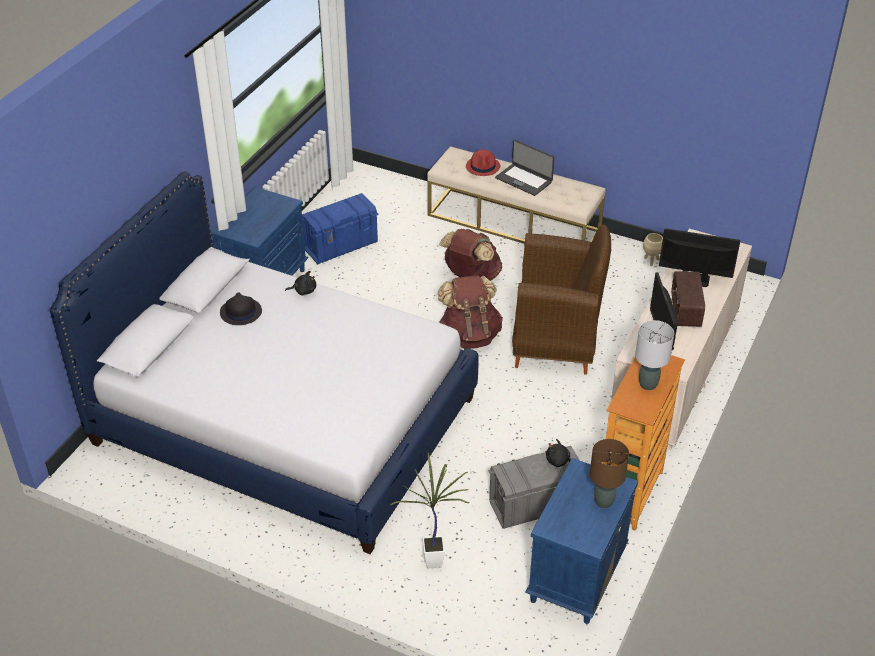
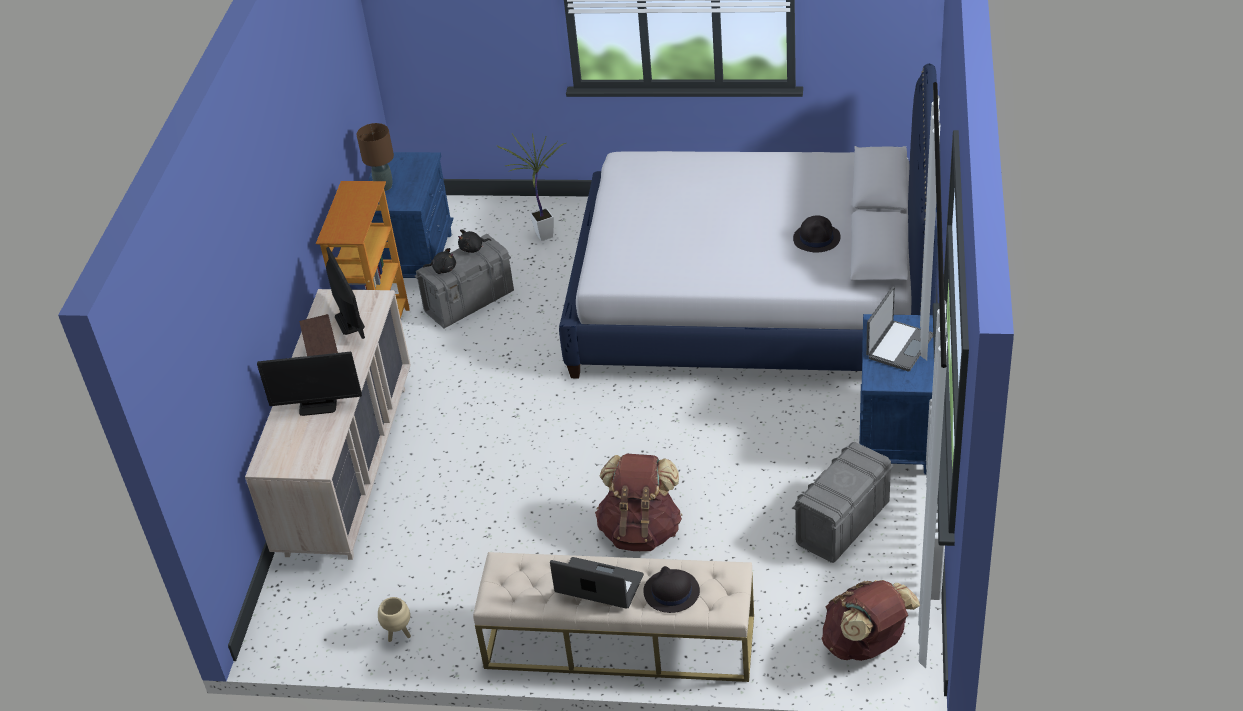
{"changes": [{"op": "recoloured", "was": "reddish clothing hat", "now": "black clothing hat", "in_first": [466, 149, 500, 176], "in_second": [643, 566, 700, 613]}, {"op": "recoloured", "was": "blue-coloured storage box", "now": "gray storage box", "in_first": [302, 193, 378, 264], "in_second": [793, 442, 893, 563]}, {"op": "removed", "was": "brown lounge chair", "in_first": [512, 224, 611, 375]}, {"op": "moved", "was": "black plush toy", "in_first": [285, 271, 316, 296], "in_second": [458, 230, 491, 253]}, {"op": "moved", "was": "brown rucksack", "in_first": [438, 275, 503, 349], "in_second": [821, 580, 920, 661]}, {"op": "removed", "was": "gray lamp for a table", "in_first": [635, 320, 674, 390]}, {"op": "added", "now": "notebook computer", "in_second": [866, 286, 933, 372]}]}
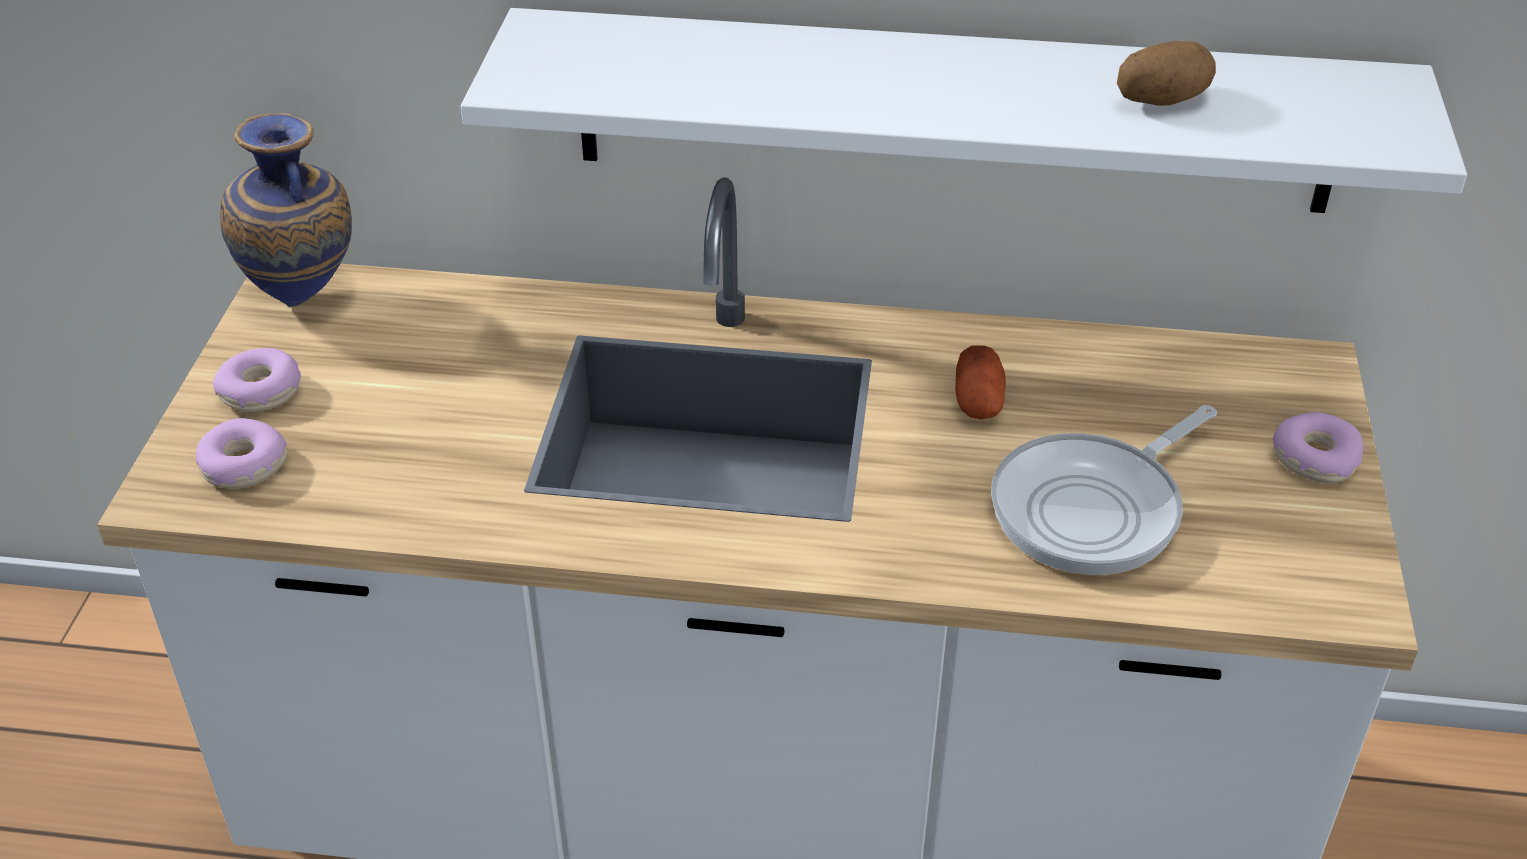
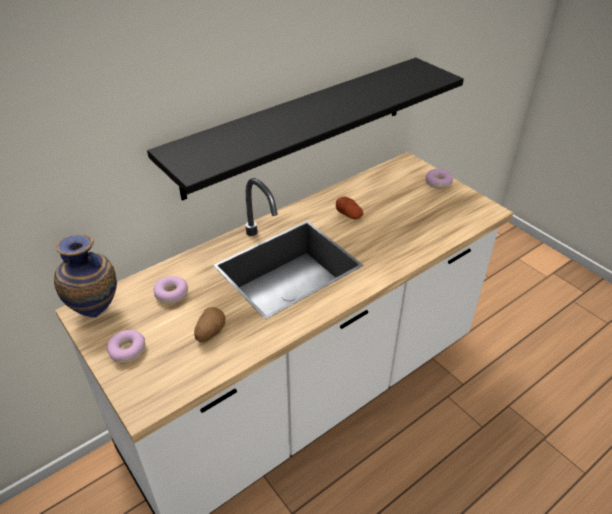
{"changes": [{"op": "recoloured", "was": "white-coloured bracket shelf", "now": "black bracket shelf", "in_first": [461, 8, 1467, 213], "in_second": [147, 58, 464, 201]}, {"op": "moved", "was": "potato", "in_first": [1117, 41, 1216, 106], "in_second": [194, 307, 225, 342]}, {"op": "removed", "was": "skillet", "in_first": [991, 405, 1217, 575]}, {"op": "moved", "was": "donut", "in_first": [196, 418, 287, 489], "in_second": [154, 276, 189, 304]}]}
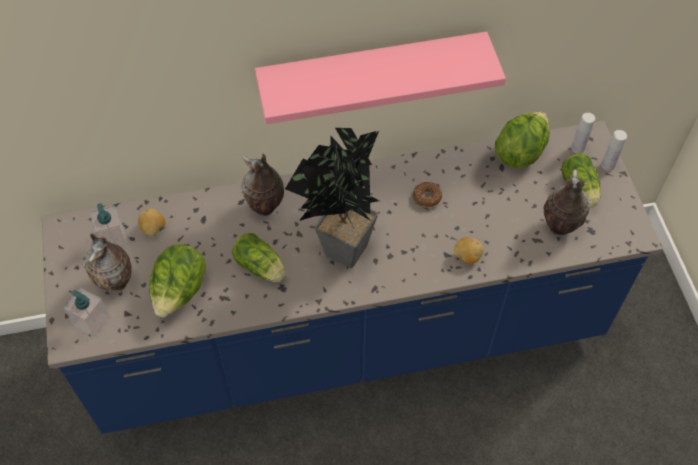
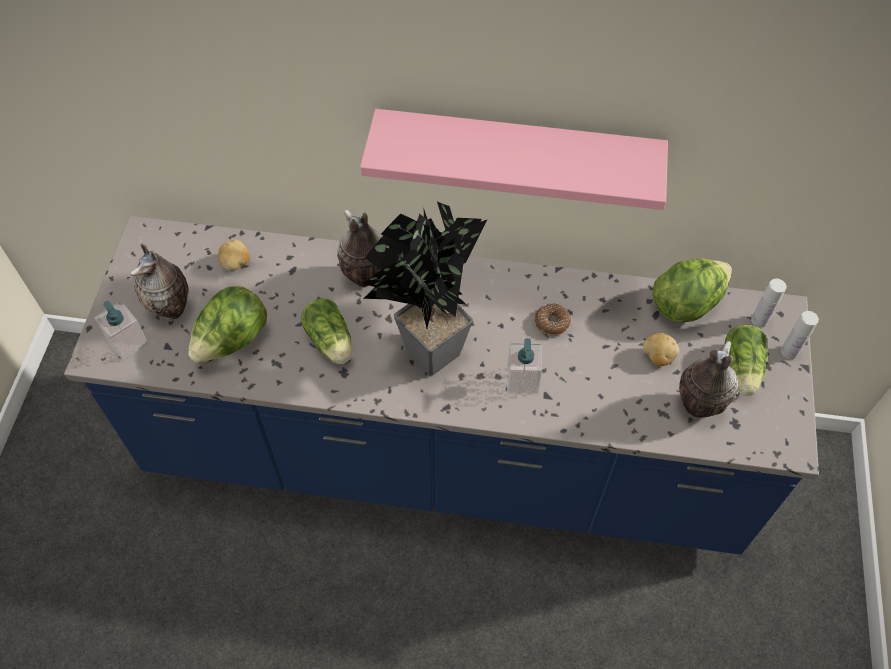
{"changes": [{"op": "moved", "was": "soap bottle", "in_first": [90, 203, 127, 247], "in_second": [507, 338, 542, 393]}, {"op": "moved", "was": "potato", "in_first": [454, 237, 484, 264], "in_second": [643, 333, 679, 366]}]}
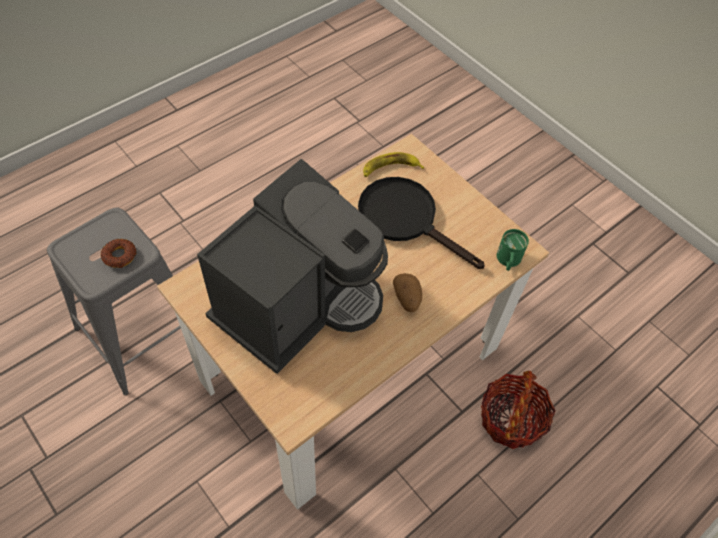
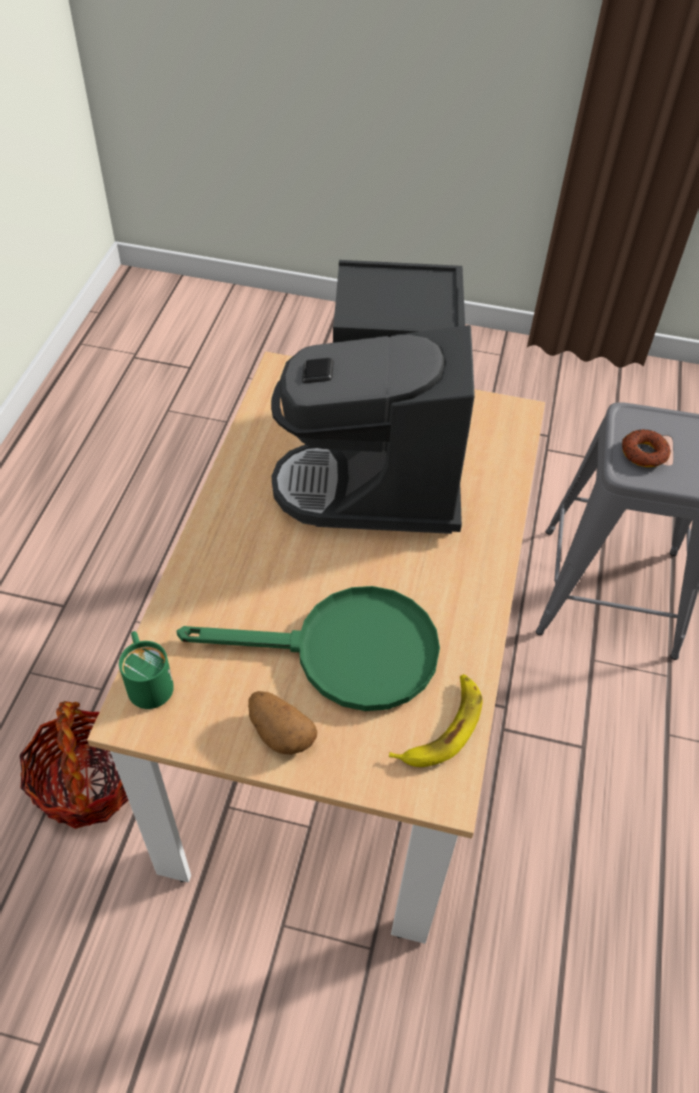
{"changes": [{"op": "recoloured", "was": "black skillet", "now": "green-coloured skillet", "in_first": [358, 177, 485, 269], "in_second": [176, 586, 440, 711]}, {"op": "moved", "was": "potato", "in_first": [393, 273, 422, 312], "in_second": [248, 691, 317, 755]}]}
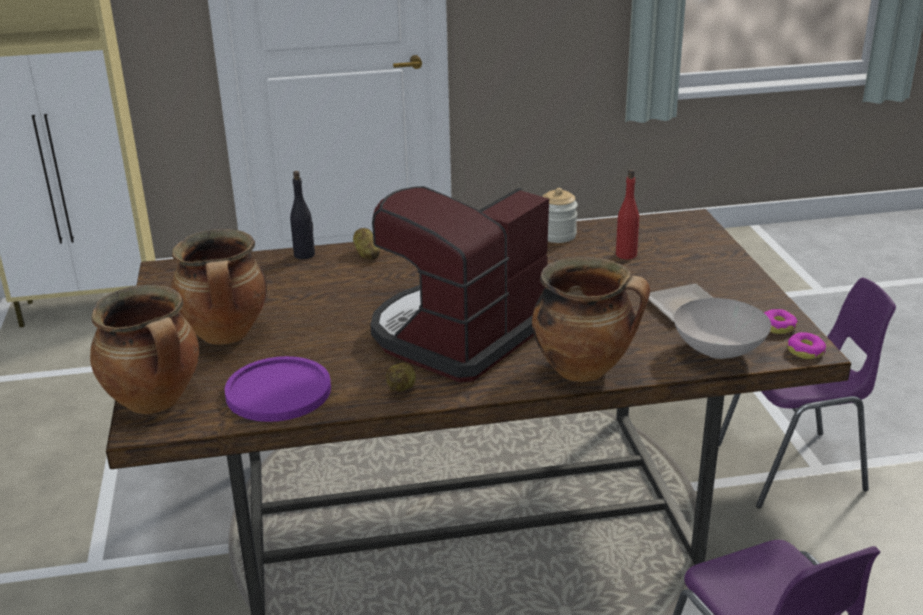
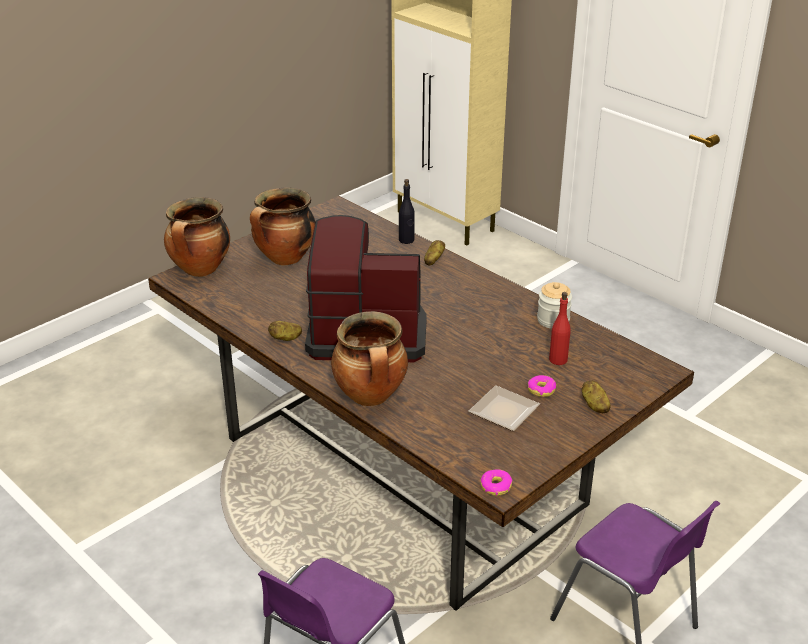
{"changes": [{"op": "removed", "was": "white-coloured deep dish", "in_first": [674, 298, 771, 359]}, {"op": "moved", "was": "donut", "in_first": [764, 309, 797, 334], "in_second": [528, 375, 556, 397]}, {"op": "removed", "was": "purple-coloured plate", "in_first": [224, 356, 331, 422]}, {"op": "added", "now": "potato", "in_second": [582, 380, 611, 413]}]}
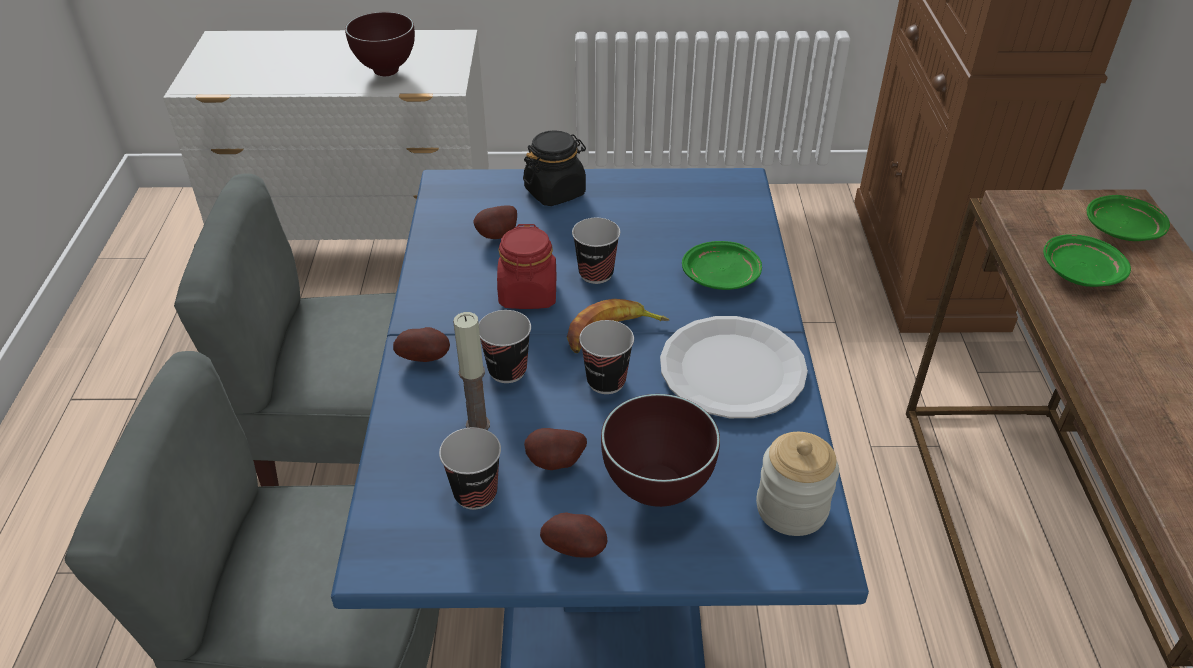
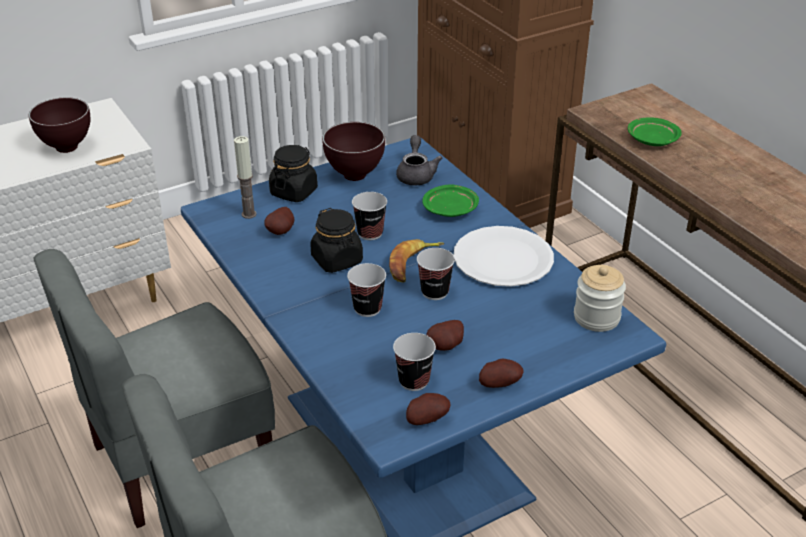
{"changes": [{"op": "removed", "was": "green-coloured plate", "in_first": [1087, 195, 1170, 241]}, {"op": "recoloured", "was": "reddish jar", "now": "black jar", "in_first": [497, 224, 556, 309], "in_second": [310, 208, 363, 273]}, {"op": "moved", "was": "wax light", "in_first": [453, 312, 490, 430], "in_second": [234, 136, 257, 219]}, {"op": "moved", "was": "potato", "in_first": [393, 327, 450, 362], "in_second": [406, 393, 451, 425]}, {"op": "moved", "was": "brown deep dish", "in_first": [601, 394, 720, 507], "in_second": [322, 122, 385, 181]}, {"op": "added", "now": "gray teapot", "in_second": [396, 135, 442, 186]}]}
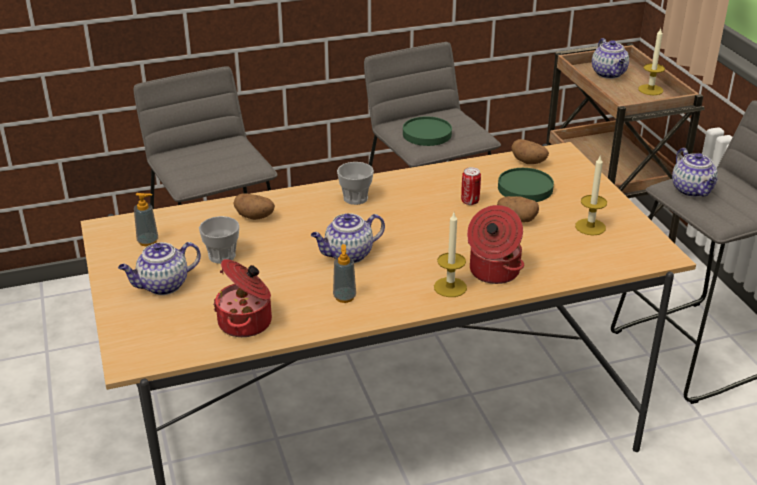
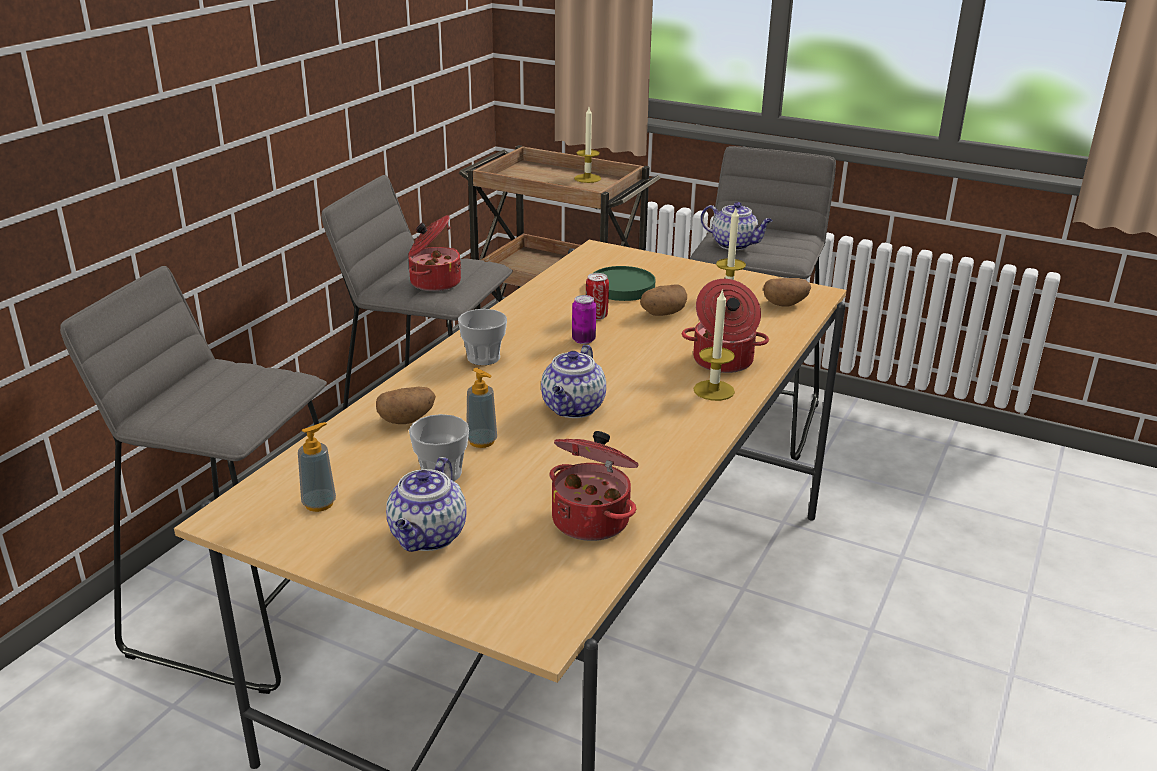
{"changes": [{"op": "removed", "was": "teapot", "in_first": [592, 38, 629, 79]}, {"op": "replaced", "was": "green-coloured plate", "now": "stockpot", "in_first": [403, 117, 452, 146], "in_second": [408, 215, 461, 291]}, {"op": "moved", "was": "potato", "in_first": [511, 139, 549, 164], "in_second": [763, 278, 811, 307]}, {"op": "moved", "was": "soap bottle", "in_first": [333, 244, 356, 303], "in_second": [466, 368, 497, 448]}, {"op": "added", "now": "metal can", "in_second": [572, 295, 596, 344]}]}
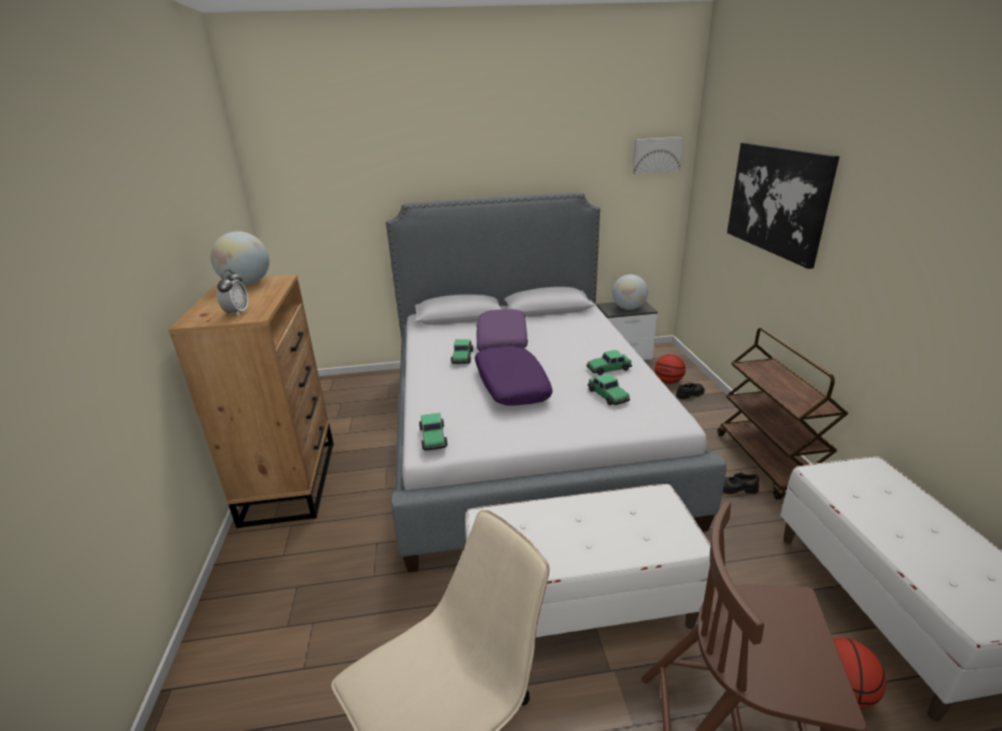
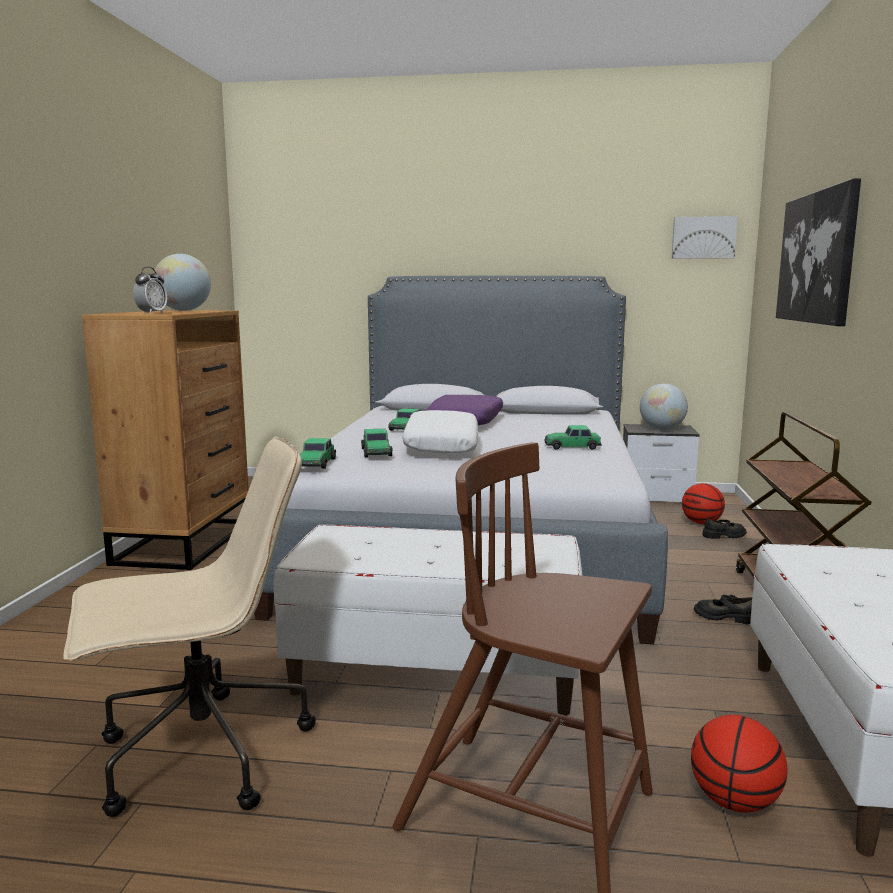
{"changes": [{"op": "recoloured", "was": "purple-coloured pillow", "now": "white-coloured pillow", "in_first": [475, 346, 553, 406], "in_second": [402, 410, 478, 454]}, {"op": "moved", "was": "model car", "in_first": [588, 373, 630, 405], "in_second": [361, 429, 393, 457]}]}
